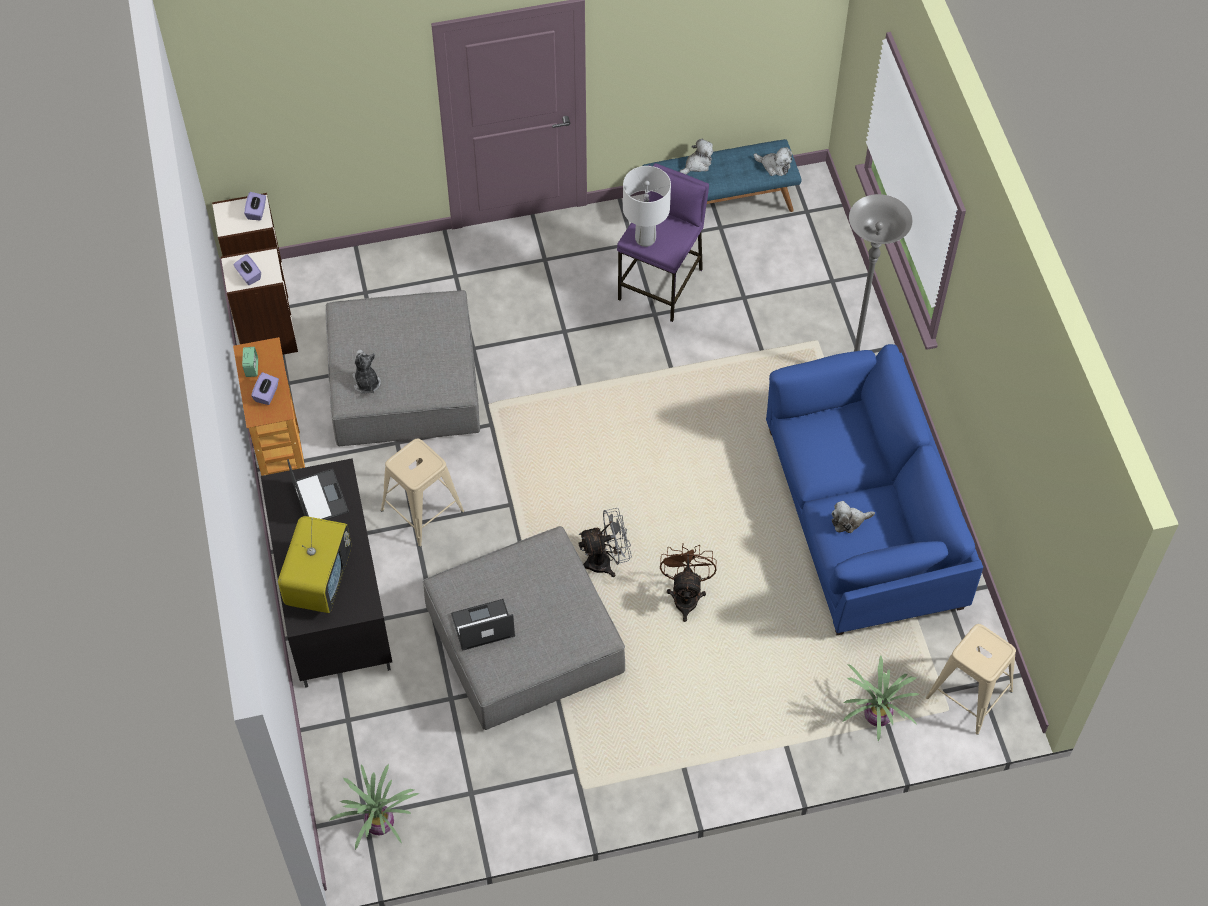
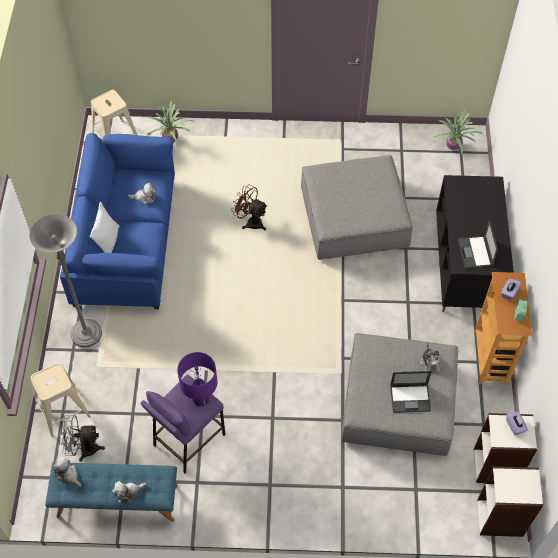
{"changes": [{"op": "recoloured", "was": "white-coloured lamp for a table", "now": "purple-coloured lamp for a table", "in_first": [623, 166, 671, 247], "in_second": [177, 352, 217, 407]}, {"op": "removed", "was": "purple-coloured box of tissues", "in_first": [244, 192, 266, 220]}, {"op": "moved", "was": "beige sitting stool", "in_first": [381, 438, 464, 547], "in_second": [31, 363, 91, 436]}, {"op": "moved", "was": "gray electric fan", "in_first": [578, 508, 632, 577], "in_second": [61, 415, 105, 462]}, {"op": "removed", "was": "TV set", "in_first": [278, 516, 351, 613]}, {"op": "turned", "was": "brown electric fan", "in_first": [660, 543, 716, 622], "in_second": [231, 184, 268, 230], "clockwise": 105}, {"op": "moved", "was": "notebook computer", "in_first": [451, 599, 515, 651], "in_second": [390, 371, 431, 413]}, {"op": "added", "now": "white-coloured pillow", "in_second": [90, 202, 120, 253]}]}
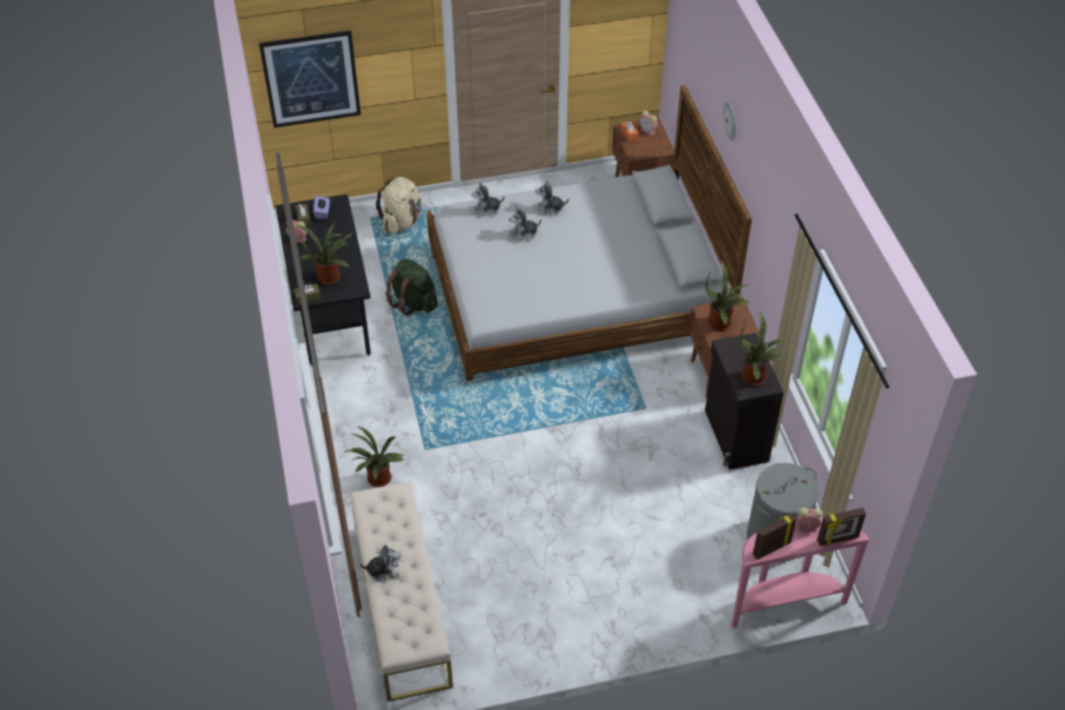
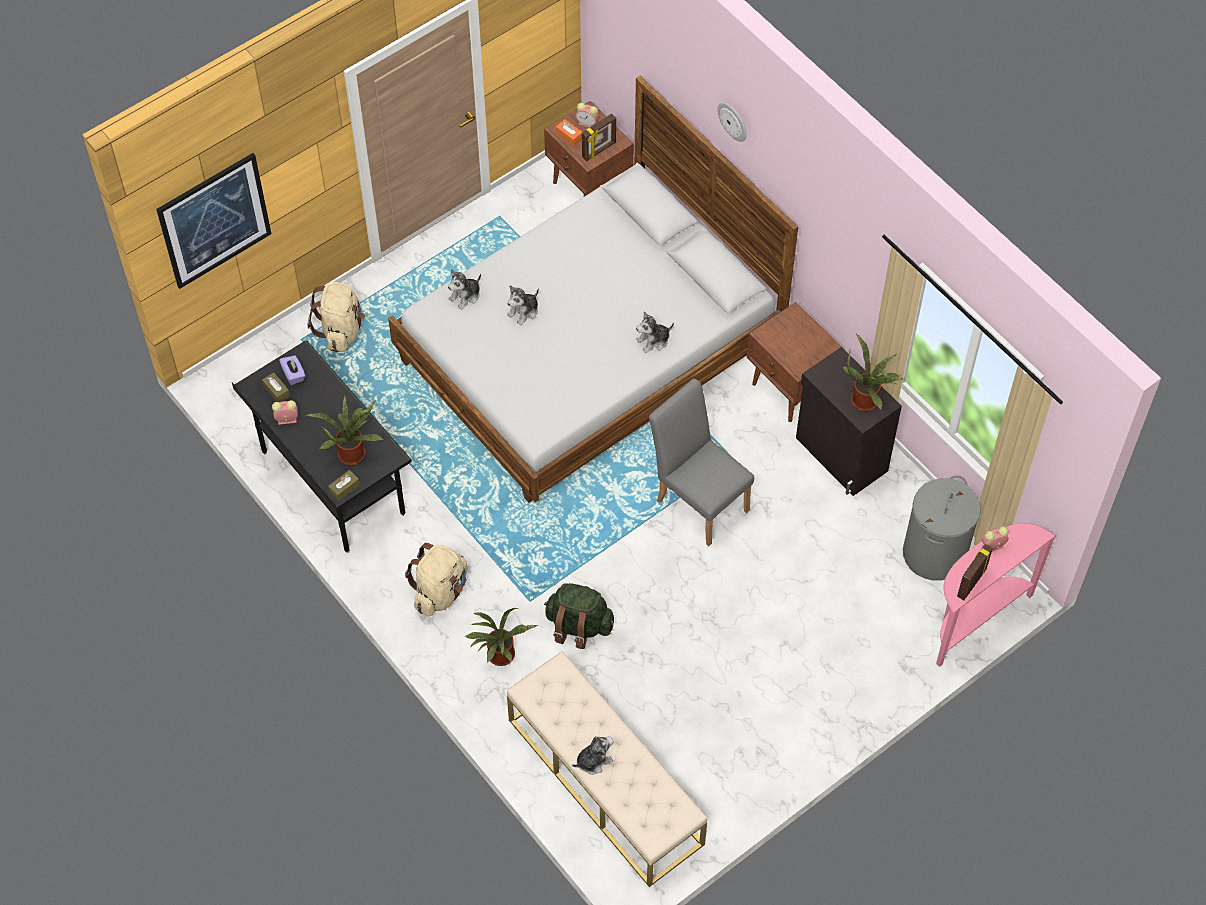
{"changes": [{"op": "moved", "was": "plush toy", "in_first": [535, 179, 569, 217], "in_second": [636, 311, 674, 353]}, {"op": "moved", "was": "green-coloured rucksack", "in_first": [385, 259, 438, 316], "in_second": [544, 583, 614, 649]}, {"op": "removed", "was": "houseplant", "in_first": [706, 260, 750, 331]}, {"op": "moved", "was": "standing frame", "in_first": [817, 508, 866, 546], "in_second": [582, 114, 616, 161]}, {"op": "added", "now": "gray plain chair", "in_second": [649, 379, 754, 546]}, {"op": "added", "now": "beige rucksack", "in_second": [405, 543, 468, 616]}]}
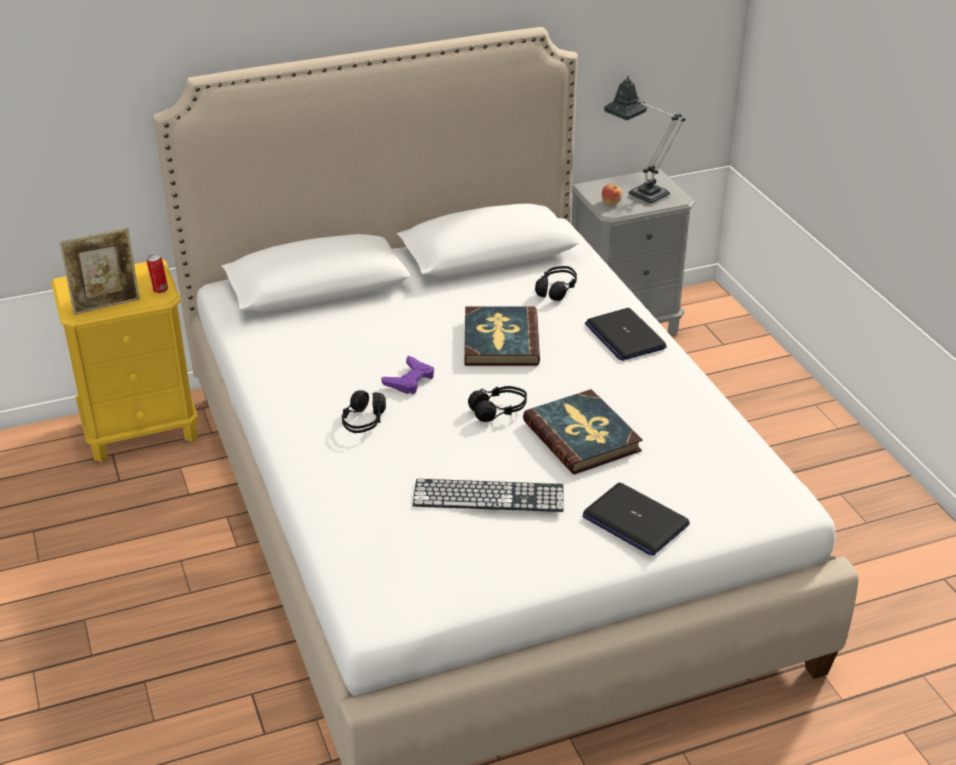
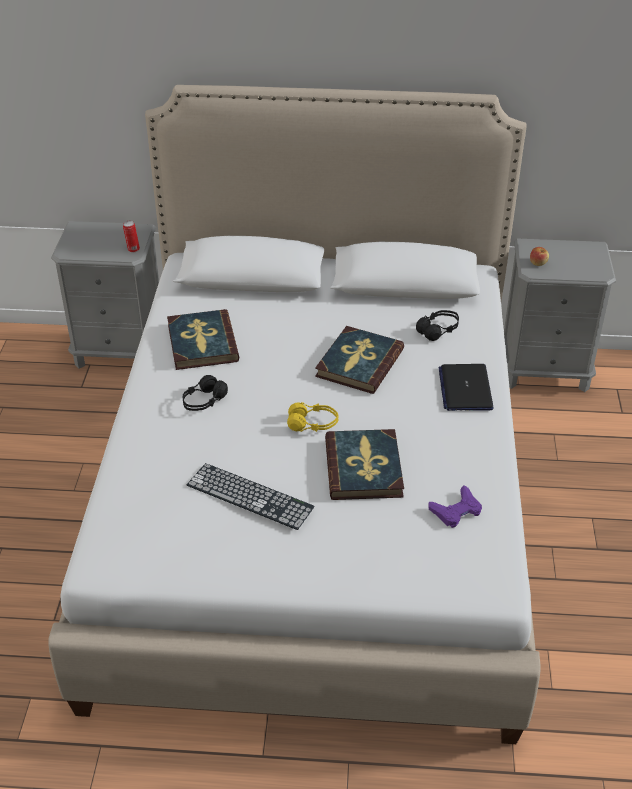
{"changes": [{"op": "removed", "was": "lamp for a table", "in_first": [604, 76, 685, 203]}, {"op": "removed", "was": "standing frame", "in_first": [60, 228, 140, 315]}, {"op": "recoloured", "was": "yellow-coloured night table", "now": "gray night table", "in_first": [51, 259, 199, 462], "in_second": [51, 221, 159, 369]}, {"op": "moved", "was": "purple-coloured joypad", "in_first": [381, 356, 434, 394], "in_second": [428, 485, 482, 528]}, {"op": "recoloured", "was": "black headset", "now": "yellow-coloured headset", "in_first": [468, 386, 527, 422], "in_second": [287, 402, 339, 432]}, {"op": "removed", "was": "notebook computer", "in_first": [582, 483, 690, 556]}, {"op": "added", "now": "volume", "in_second": [167, 309, 239, 370]}]}
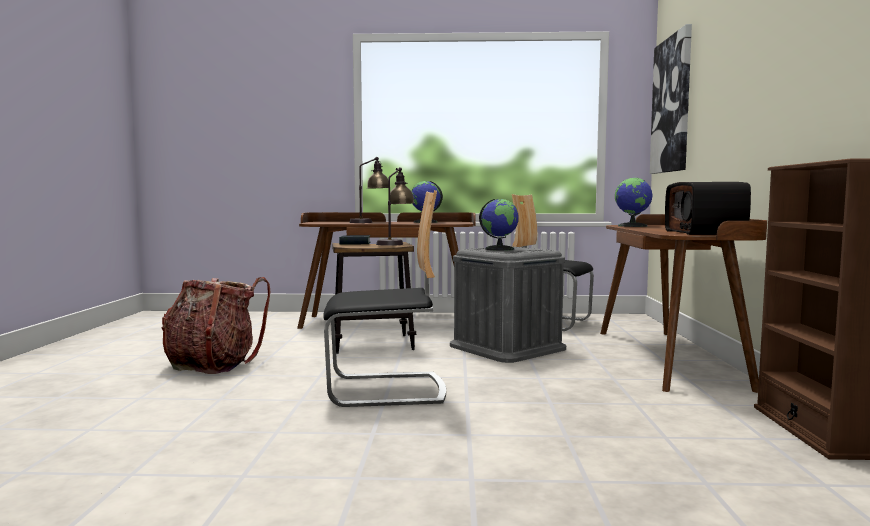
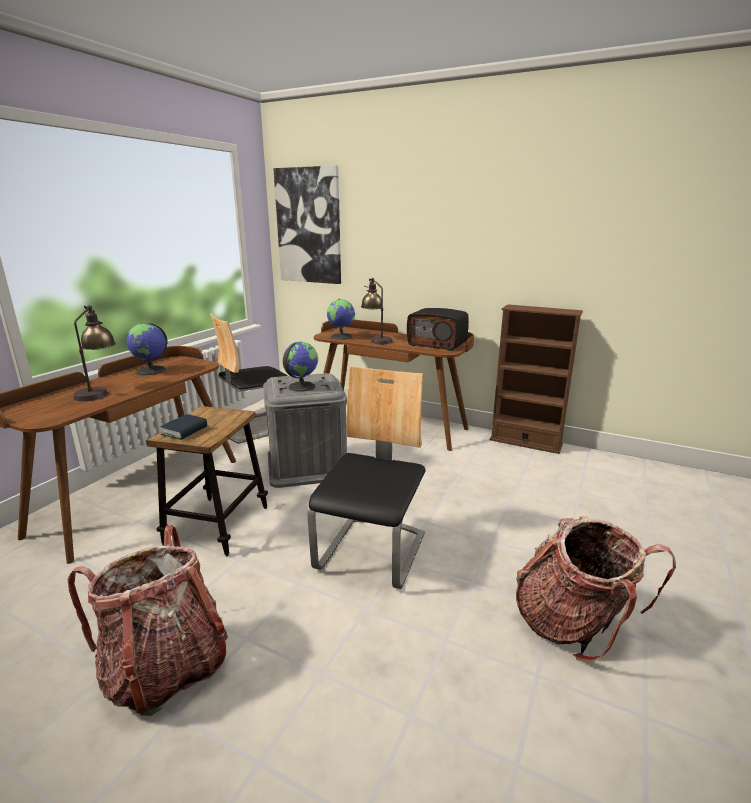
{"changes": [{"op": "moved", "was": "lamp for a table", "in_first": [376, 167, 415, 246], "in_second": [361, 278, 393, 344]}, {"op": "added", "now": "rucksack", "in_second": [516, 516, 676, 663]}]}
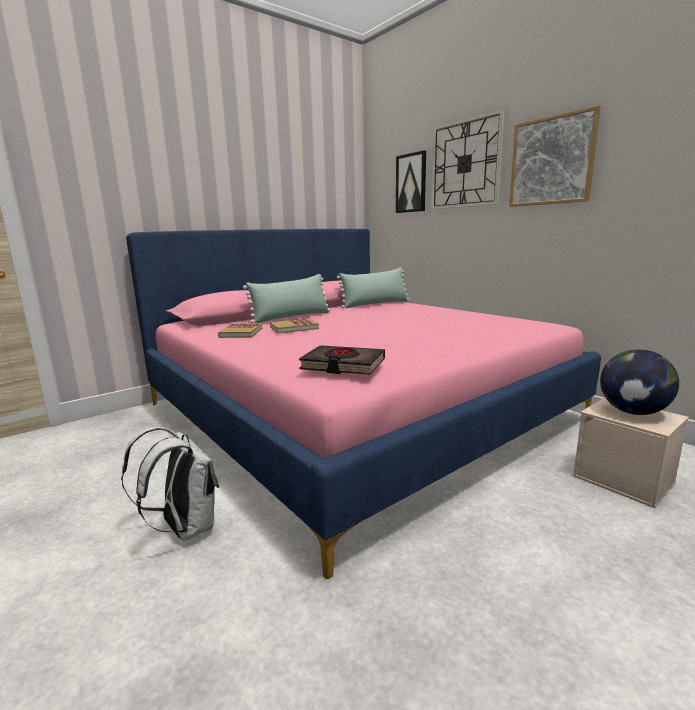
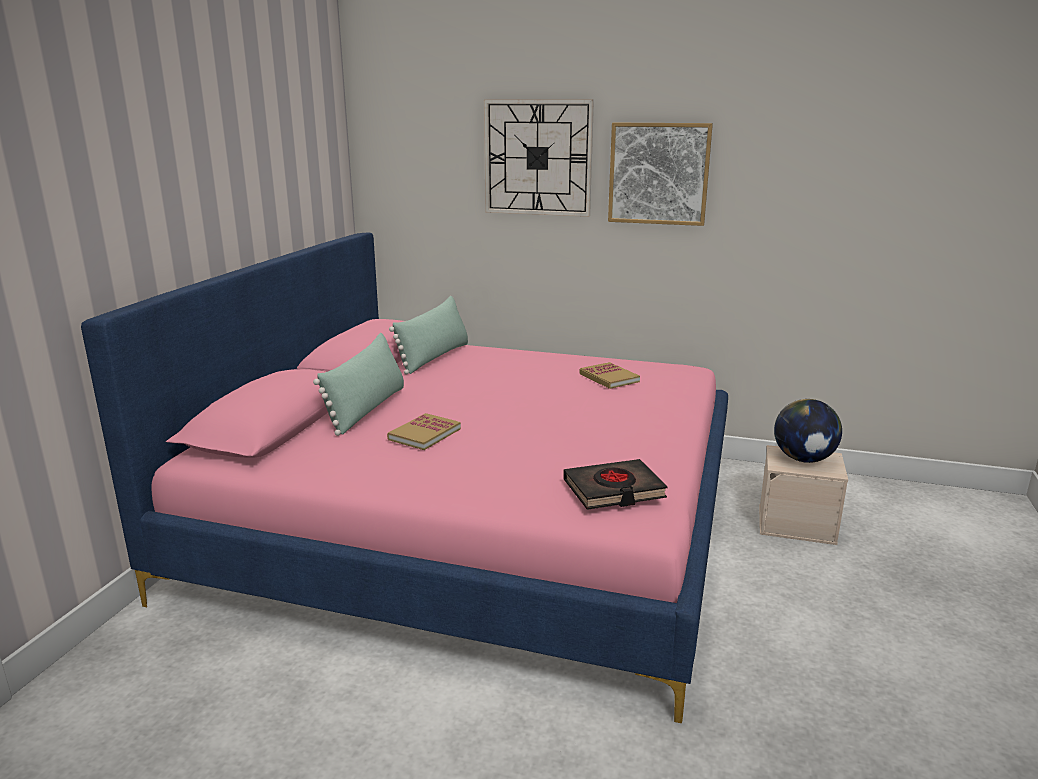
{"changes": [{"op": "removed", "was": "wall picture", "in_first": [396, 150, 426, 213]}, {"op": "moved", "was": "volume", "in_first": [218, 323, 262, 338], "in_second": [579, 362, 640, 389]}, {"op": "removed", "was": "white-coloured rucksack", "in_first": [121, 427, 219, 541]}]}
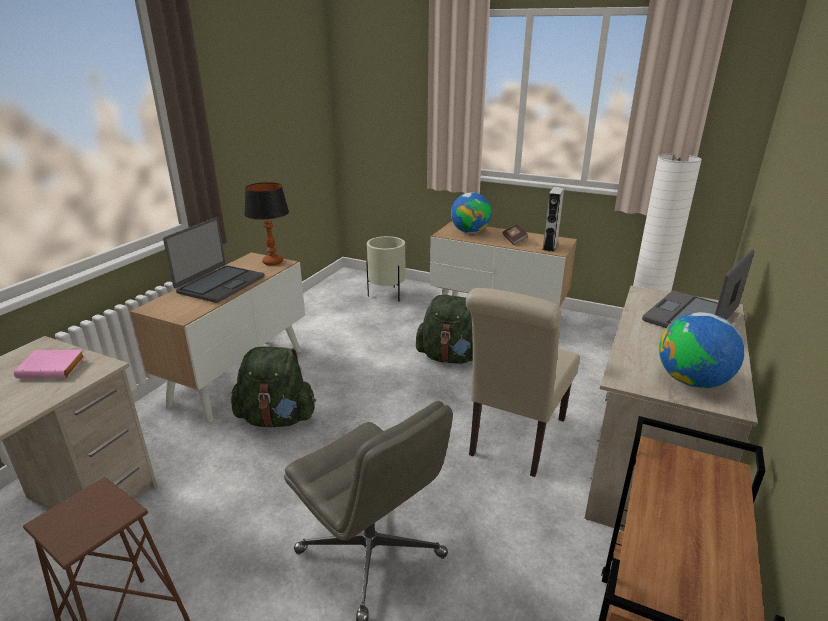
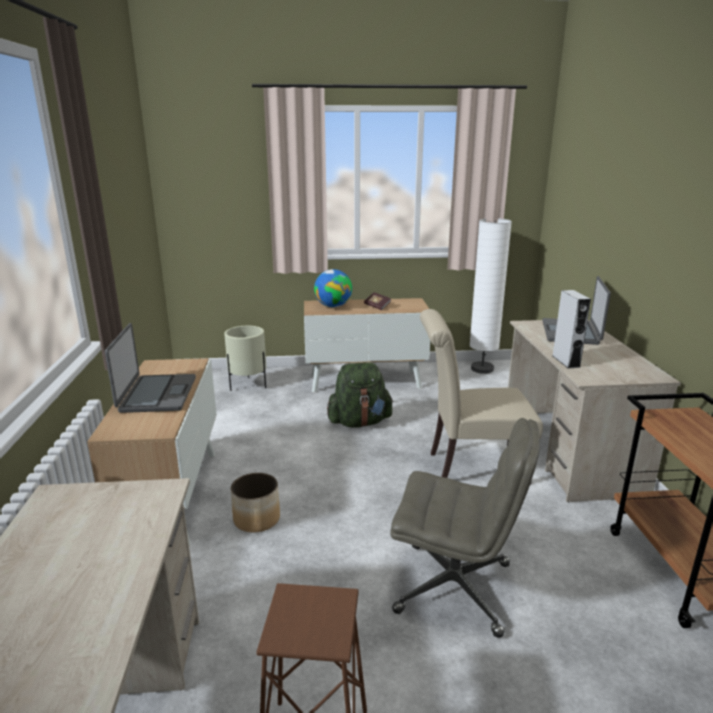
{"changes": [{"op": "removed", "was": "lamp for a table", "in_first": [244, 182, 289, 265]}, {"op": "moved", "was": "gray audio speaker", "in_first": [542, 187, 564, 252], "in_second": [553, 290, 591, 368]}, {"op": "turned", "was": "beige plain chair", "in_first": [466, 288, 580, 477], "in_second": [420, 309, 543, 485], "clockwise": 90}, {"op": "removed", "was": "globe", "in_first": [659, 312, 745, 388]}, {"op": "replaced", "was": "green-coloured rucksack", "now": "flower pot", "in_first": [231, 347, 316, 428], "in_second": [231, 473, 280, 533]}, {"op": "removed", "was": "pink-coloured volume", "in_first": [14, 350, 85, 379]}]}
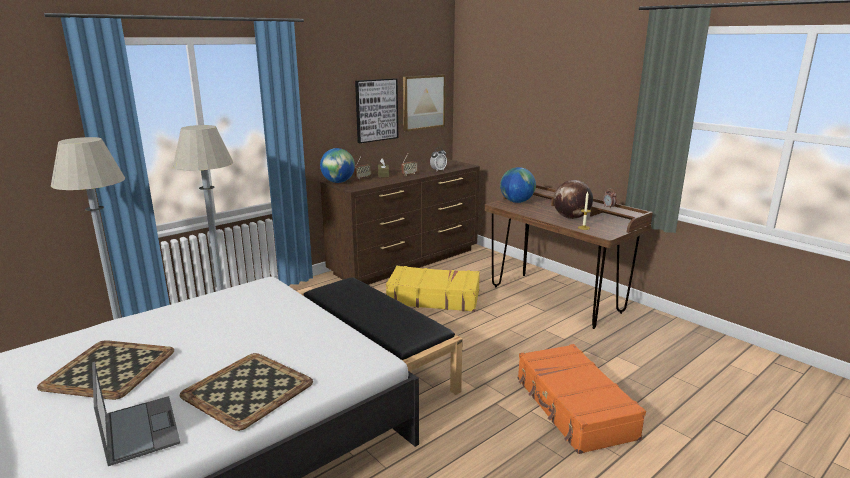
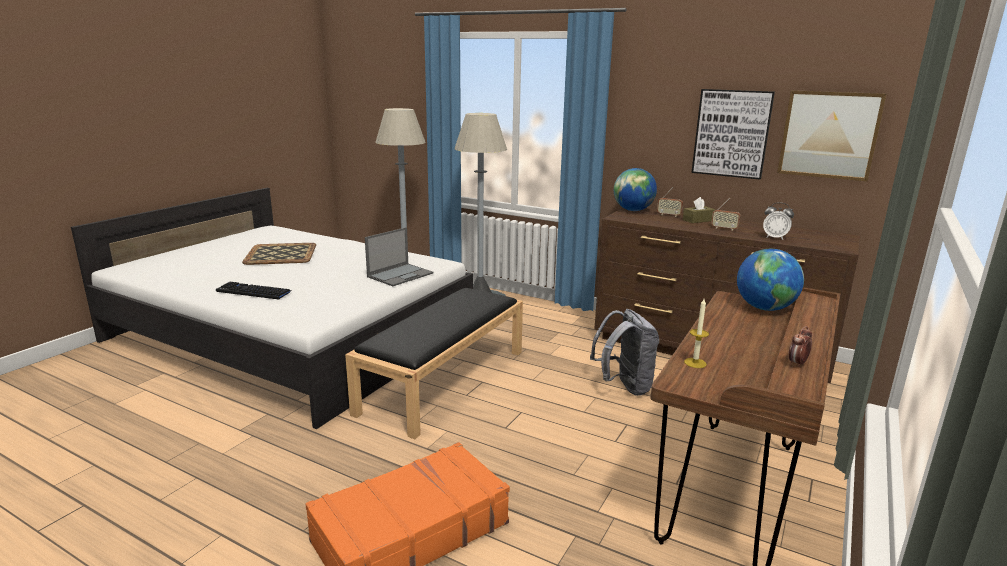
{"changes": [{"op": "removed", "was": "globe", "in_first": [553, 180, 593, 219]}, {"op": "replaced", "was": "yellow-coloured suitcase", "now": "gray rucksack", "in_first": [386, 266, 480, 312], "in_second": [590, 309, 659, 396]}, {"op": "replaced", "was": "carrying tray", "now": "PC keyboard", "in_first": [180, 353, 313, 431], "in_second": [216, 282, 293, 300]}, {"op": "moved", "was": "notebook computer", "in_first": [92, 362, 180, 466], "in_second": [365, 227, 433, 286]}]}
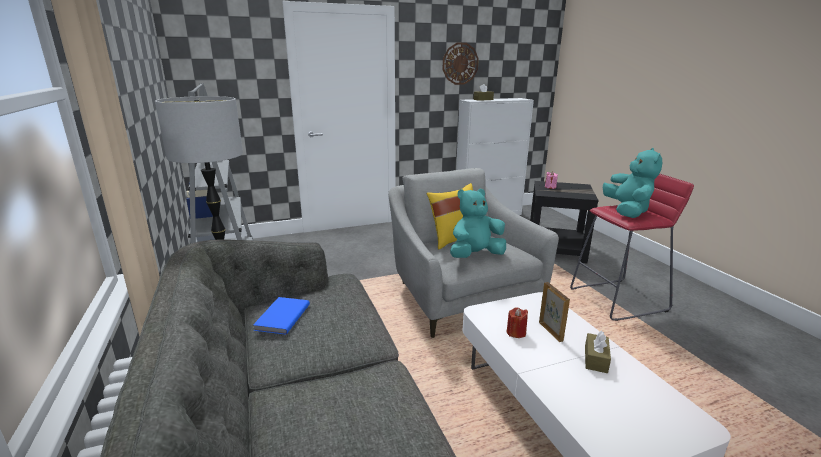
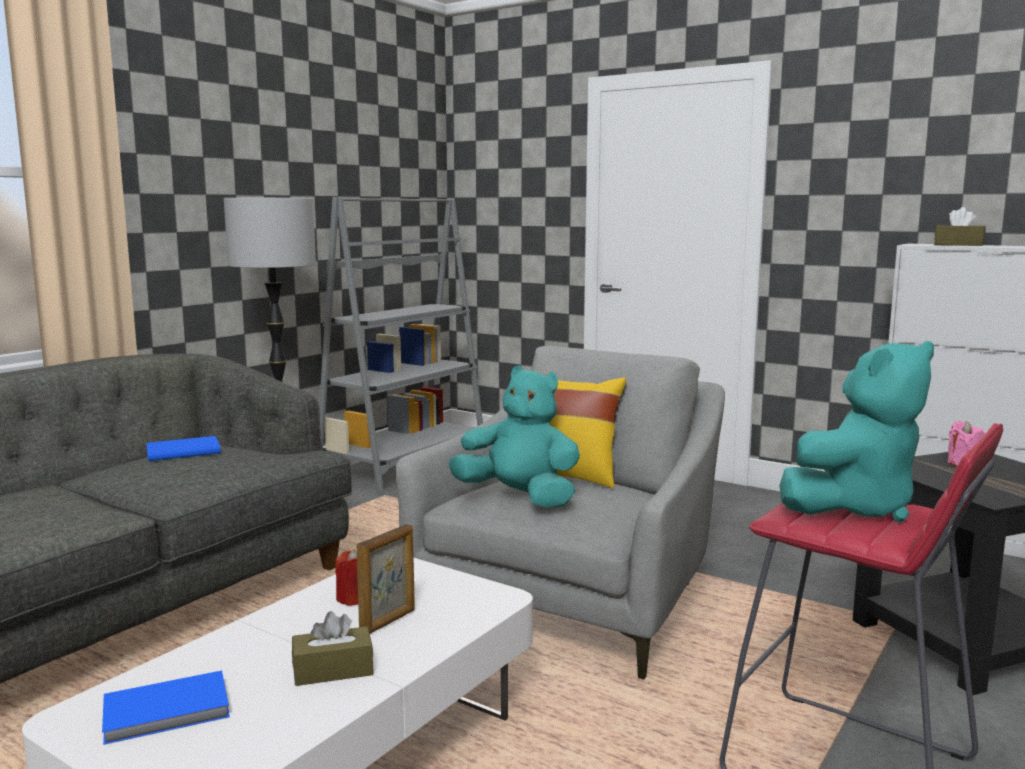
{"changes": [{"op": "removed", "was": "clock on the wall", "in_first": [442, 43, 479, 85]}, {"op": "added", "now": "blue-coloured volume", "in_second": [102, 671, 230, 745]}]}
